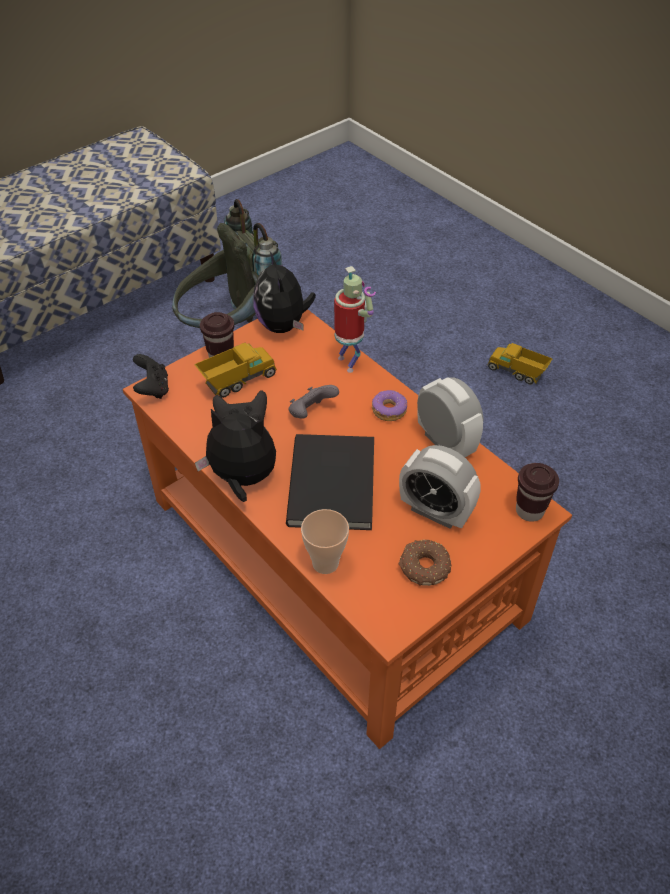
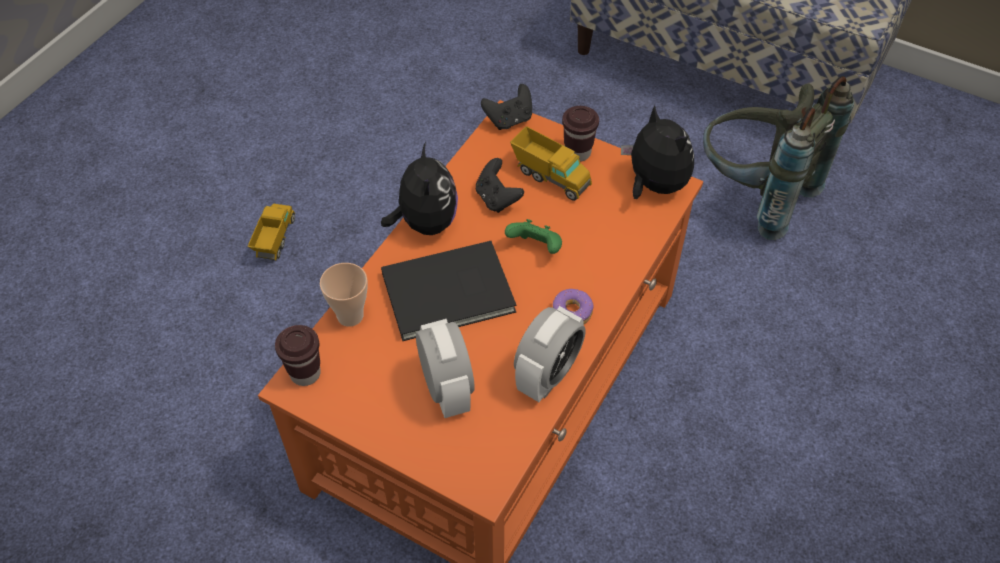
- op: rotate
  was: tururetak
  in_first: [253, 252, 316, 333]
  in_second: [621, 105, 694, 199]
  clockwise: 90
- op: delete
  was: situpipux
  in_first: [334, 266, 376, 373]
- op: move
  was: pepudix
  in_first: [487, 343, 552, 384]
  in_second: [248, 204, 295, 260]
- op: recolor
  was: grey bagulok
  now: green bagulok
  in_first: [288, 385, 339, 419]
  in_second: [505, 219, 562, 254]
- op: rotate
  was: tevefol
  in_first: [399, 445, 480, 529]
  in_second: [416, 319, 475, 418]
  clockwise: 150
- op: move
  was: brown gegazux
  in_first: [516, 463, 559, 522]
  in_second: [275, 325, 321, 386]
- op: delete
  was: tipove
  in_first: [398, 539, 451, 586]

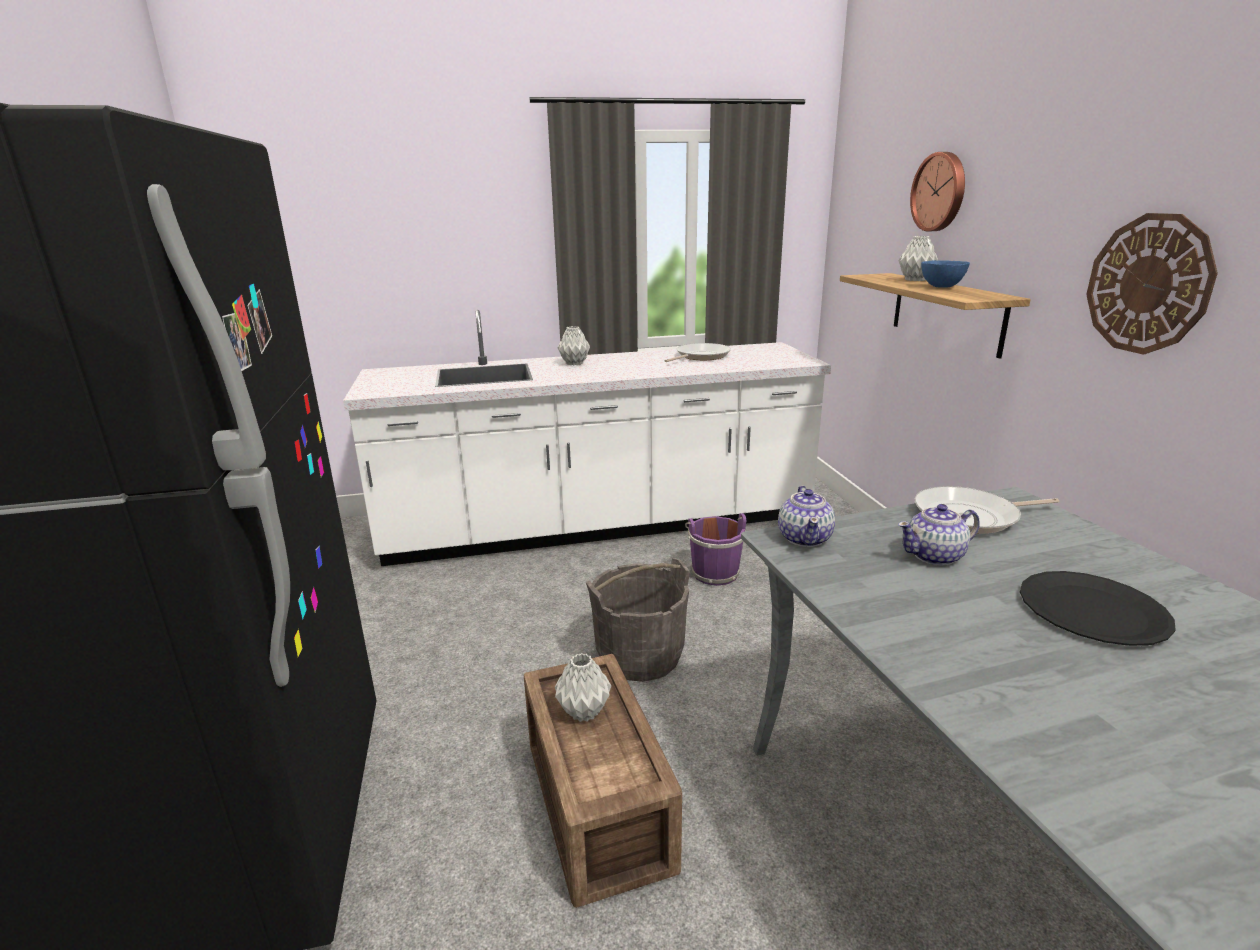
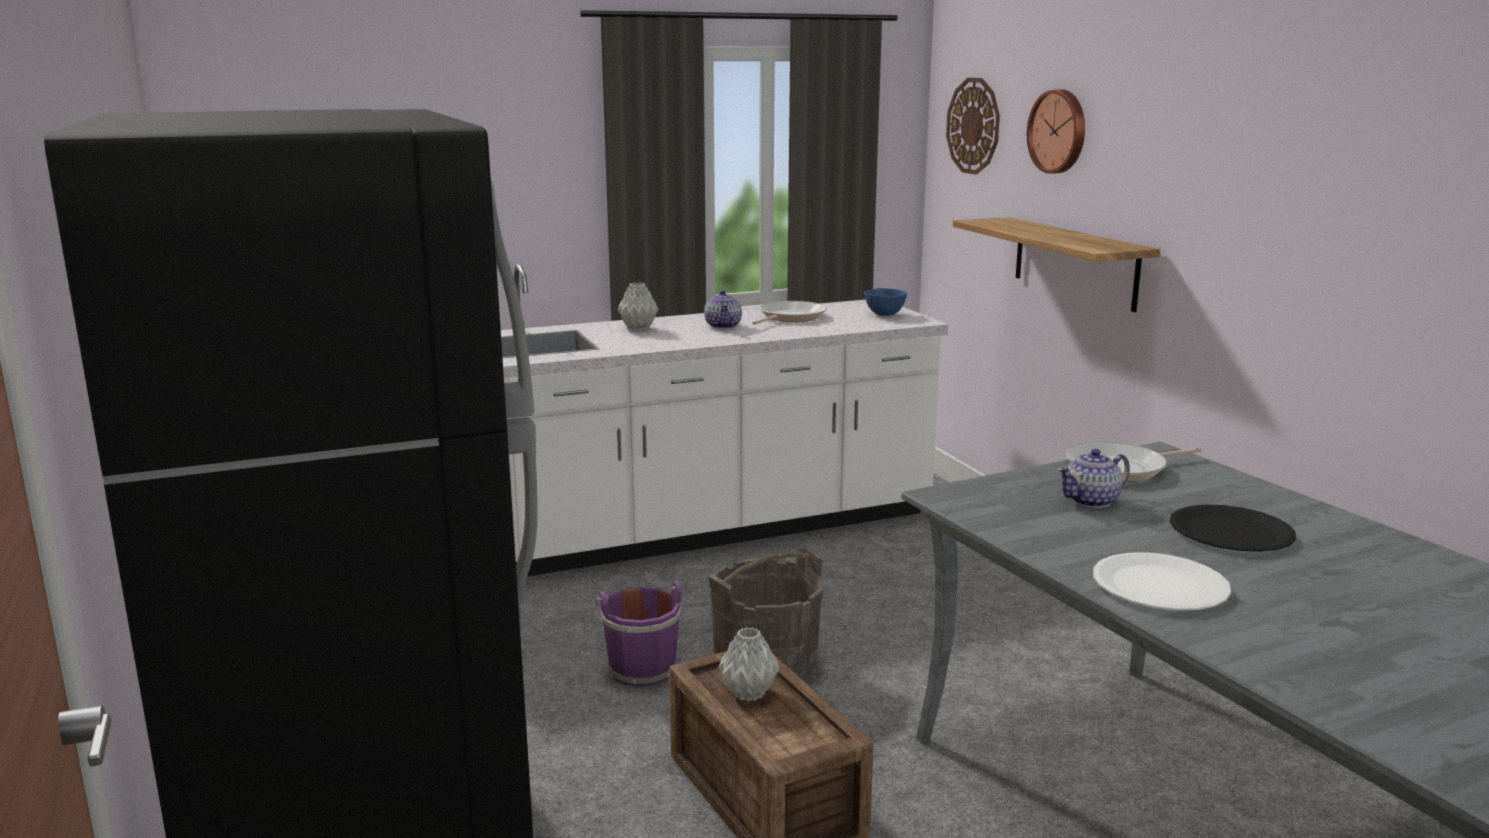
- op: move
  was: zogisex
  in_first: [1086, 213, 1218, 355]
  in_second: [946, 78, 1000, 175]
- op: delete
  was: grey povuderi
  in_first: [898, 236, 938, 281]
- op: move
  was: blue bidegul
  in_first: [921, 260, 970, 288]
  in_second: [864, 288, 907, 316]
- op: move
  was: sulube
  in_first: [778, 486, 835, 547]
  in_second: [704, 290, 742, 329]
- op: move
  was: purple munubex
  in_first: [685, 513, 746, 586]
  in_second: [595, 580, 682, 687]
- op: insert
  now: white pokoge
  in_second: [1093, 552, 1231, 610]

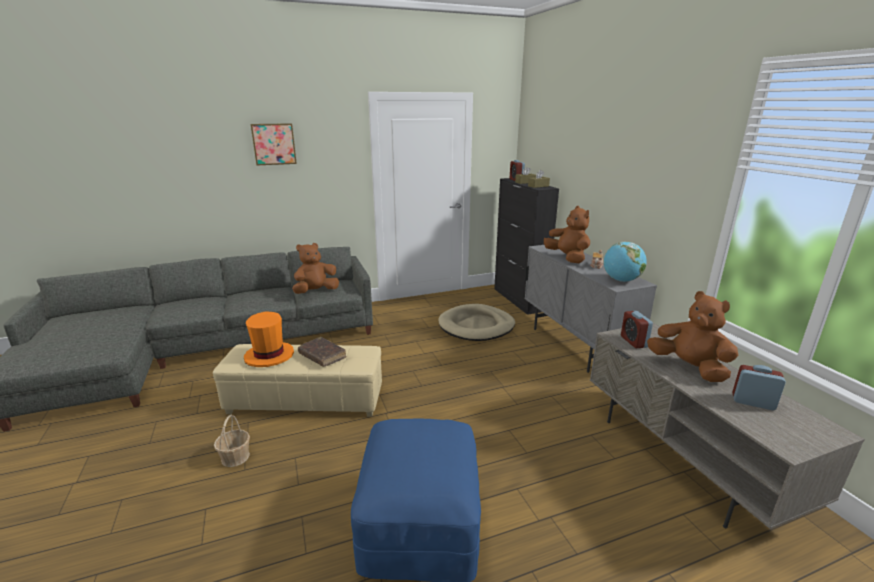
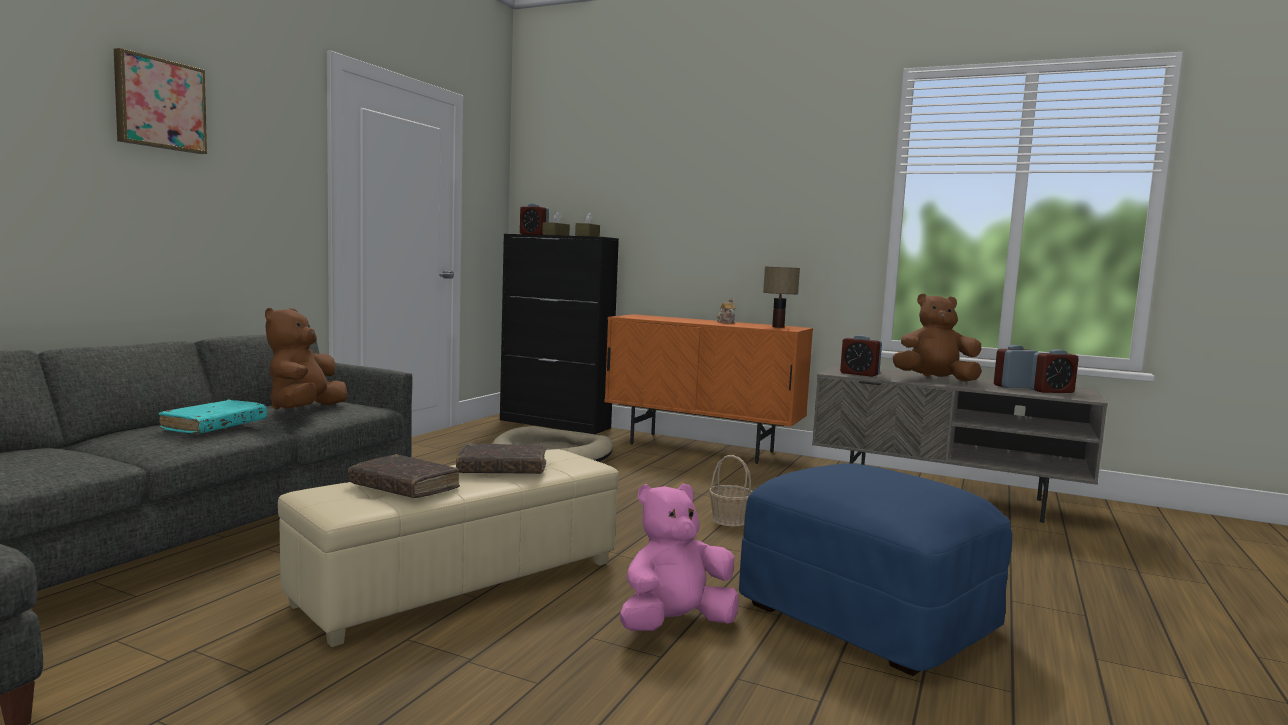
- op: delete
  was: brown tururetak
  in_first: [544, 206, 590, 263]
- op: replace
  was: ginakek
  now: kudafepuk
  in_first: [603, 242, 647, 282]
  in_second: [763, 266, 800, 328]
- op: recolor
  was: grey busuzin
  now: orange busuzin
  in_first: [525, 245, 657, 373]
  in_second: [604, 314, 813, 464]
- op: replace
  was: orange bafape
  now: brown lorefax
  in_first: [244, 312, 294, 367]
  in_second: [348, 454, 460, 498]
- op: move
  was: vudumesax
  in_first: [214, 415, 250, 467]
  in_second: [709, 455, 753, 526]
- op: insert
  now: tevefol
  in_second: [1030, 349, 1079, 393]
- op: insert
  now: turquoise lorefax
  in_second: [159, 400, 267, 434]
- op: insert
  now: pink tururetak
  in_second: [620, 483, 739, 631]

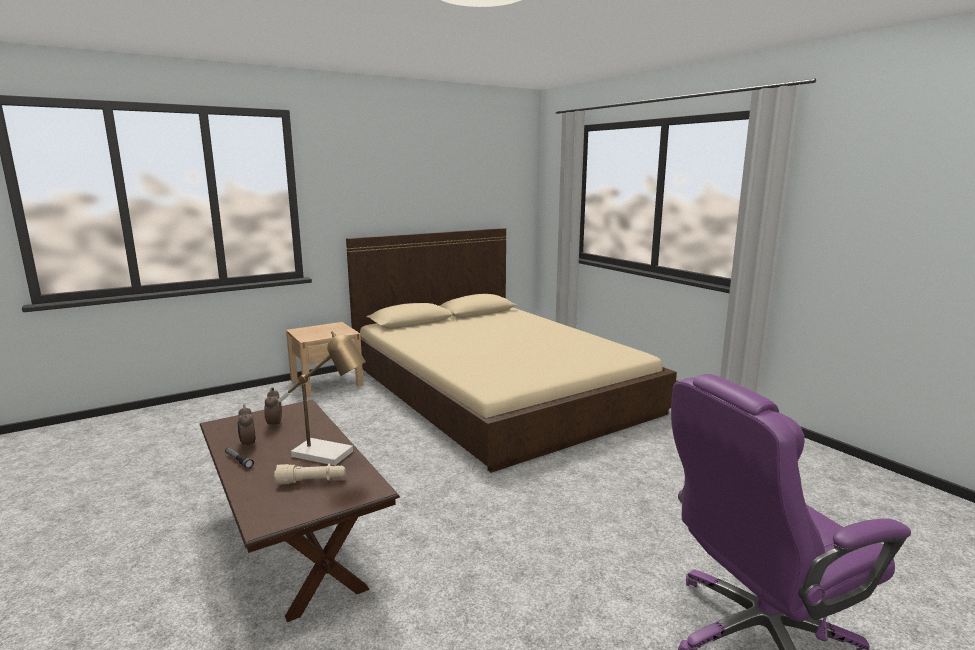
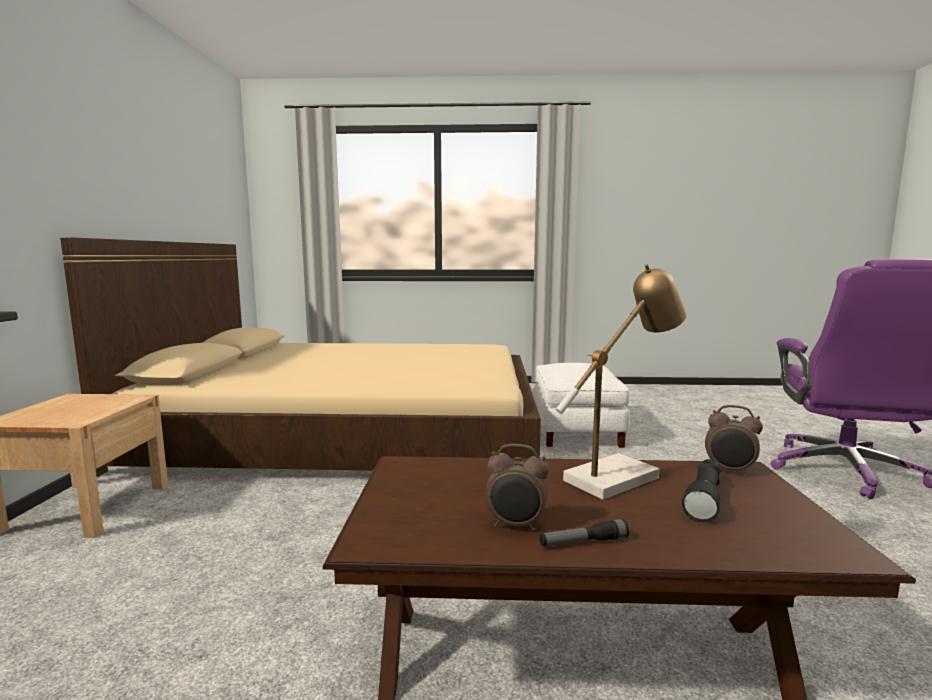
- op: move
  was: tevefol
  in_first: [264, 387, 282, 429]
  in_second: [705, 405, 763, 476]
- op: recolor
  was: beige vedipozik
  now: black vedipozik
  in_first: [274, 464, 345, 485]
  in_second: [682, 459, 721, 522]
- op: insert
  now: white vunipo
  in_second: [534, 363, 630, 448]

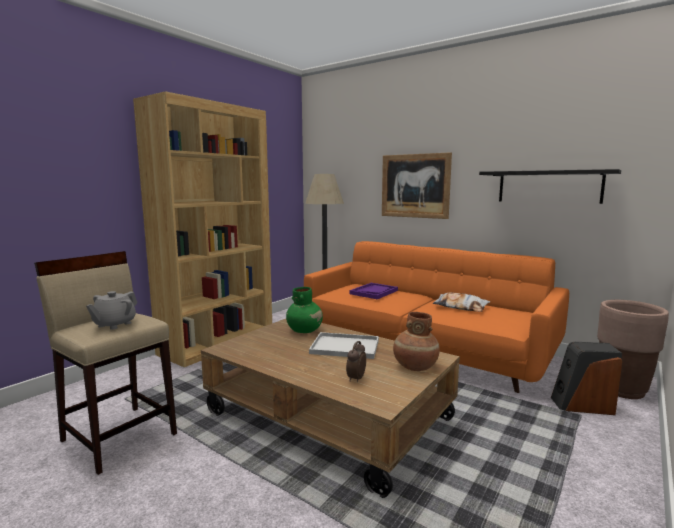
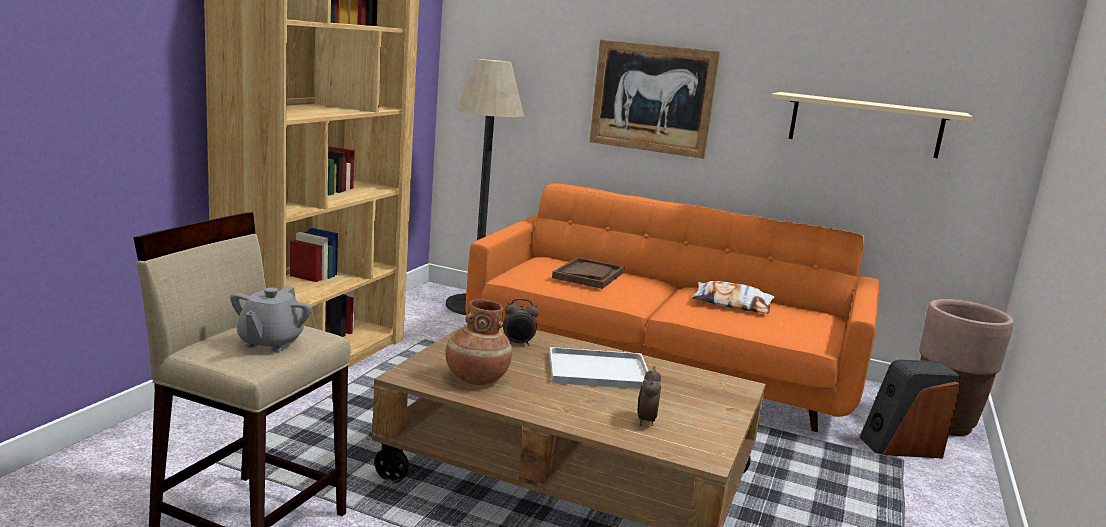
- op: recolor
  was: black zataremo
  now: beige zataremo
  in_first: [479, 169, 621, 204]
  in_second: [771, 92, 973, 158]
- op: recolor
  was: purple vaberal
  now: brown vaberal
  in_first: [350, 283, 398, 299]
  in_second: [552, 257, 624, 289]
- op: replace
  was: green povuderi
  now: tevefol
  in_first: [286, 287, 323, 333]
  in_second: [503, 298, 539, 346]
- op: move
  was: brown povuderi
  in_first: [393, 312, 440, 371]
  in_second: [445, 299, 512, 385]

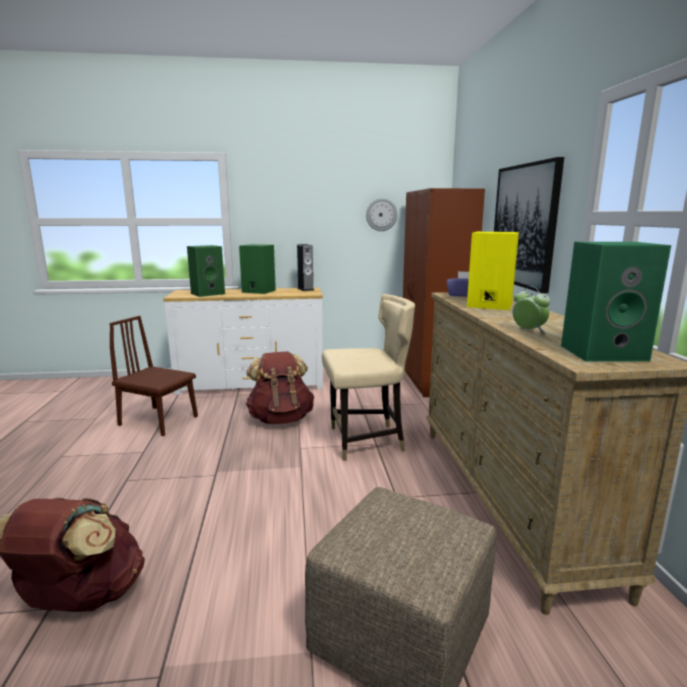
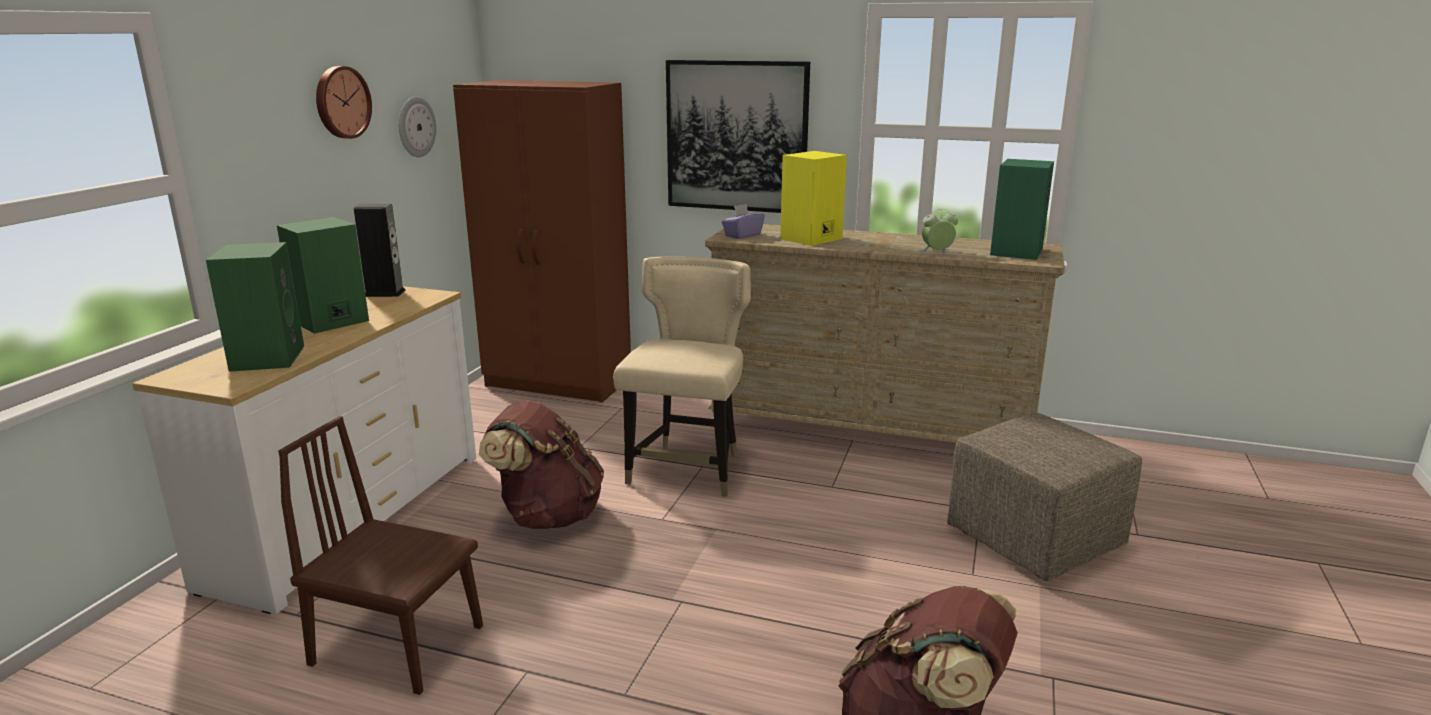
- op: rotate
  was: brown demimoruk
  in_first: [110, 316, 198, 436]
  in_second: [278, 416, 483, 695]
  clockwise: 60
- op: insert
  now: zogisex
  in_second: [316, 66, 372, 139]

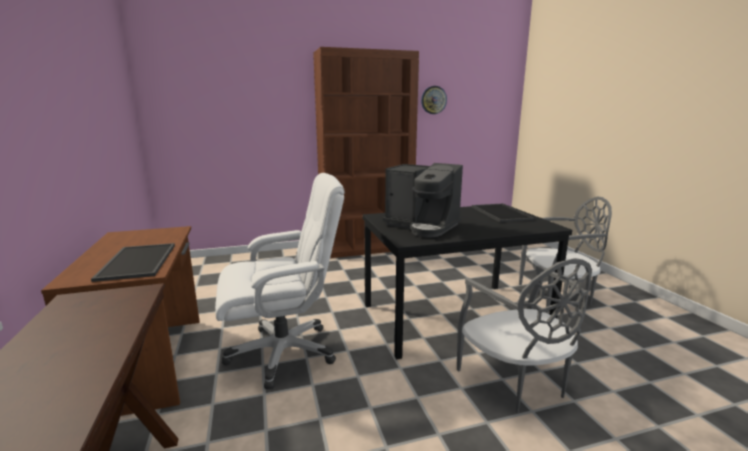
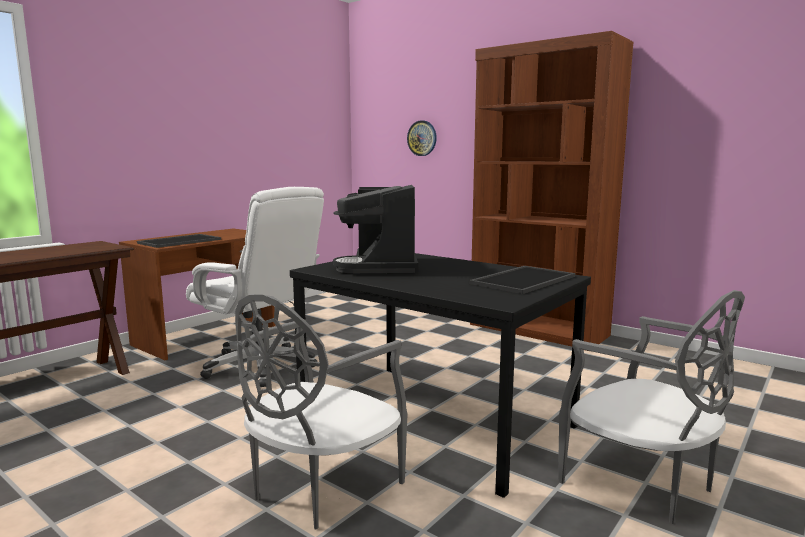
- op: move
  was: zogisex
  in_first: [421, 86, 447, 114]
  in_second: [407, 120, 437, 156]

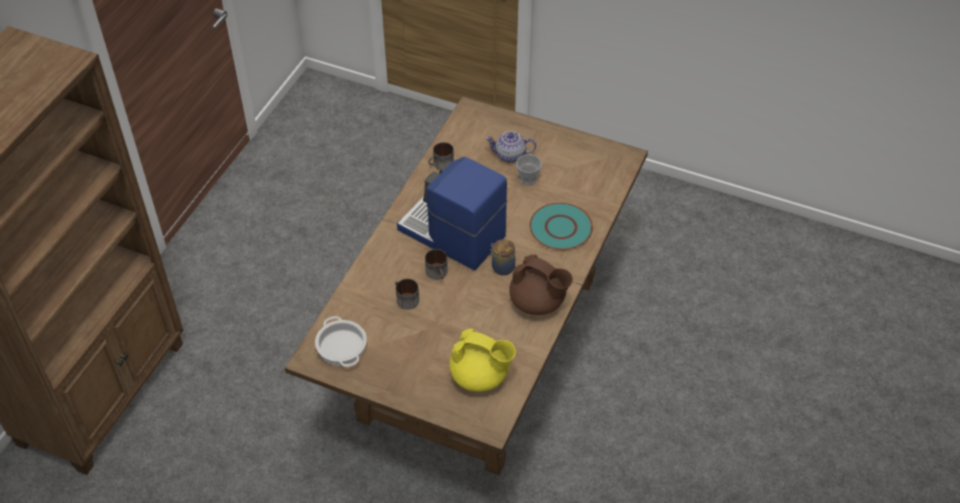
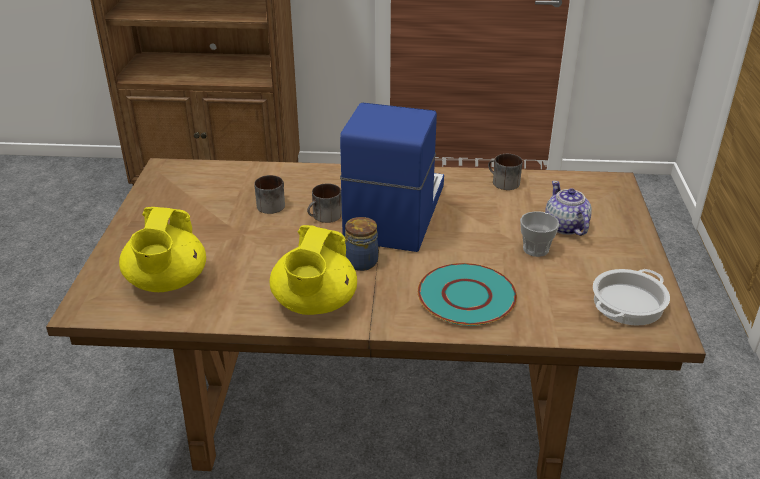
- op: recolor
  was: brown sulube
  now: yellow sulube
  in_first: [509, 255, 573, 315]
  in_second: [269, 225, 357, 315]
- op: move
  was: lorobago
  in_first: [315, 316, 367, 367]
  in_second: [593, 269, 670, 326]

